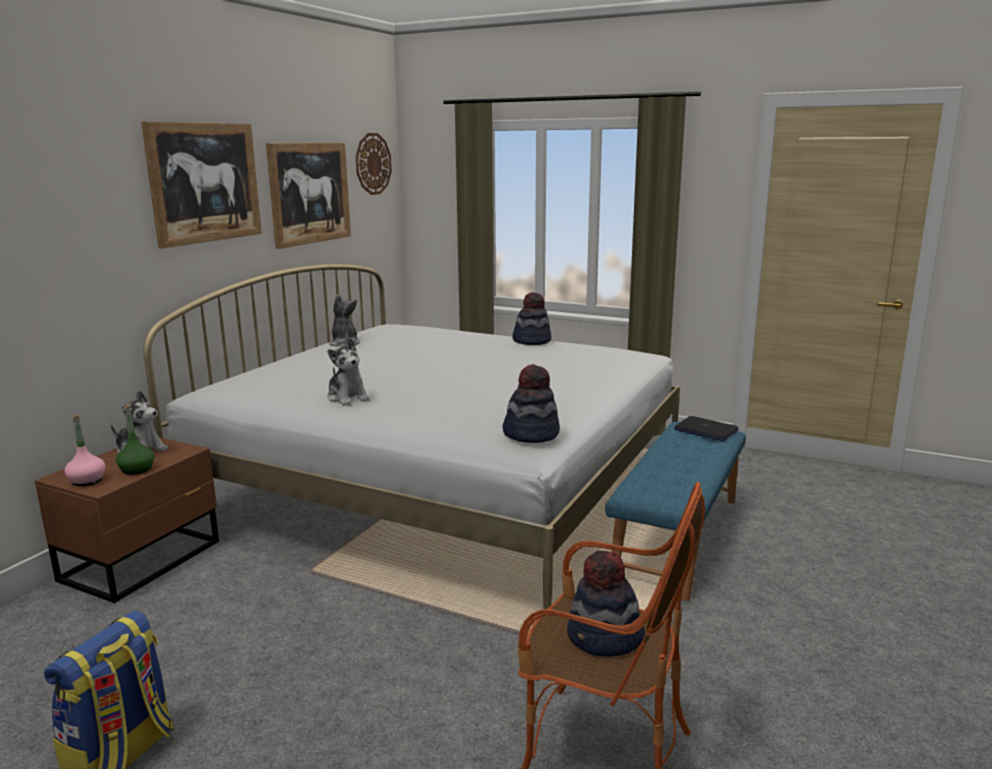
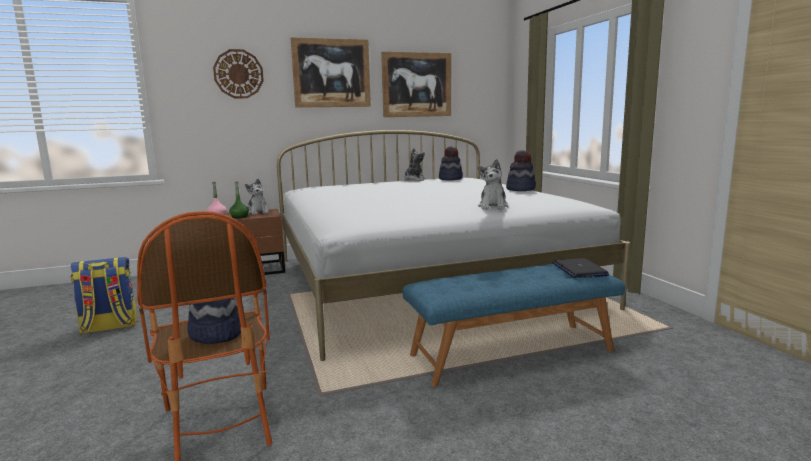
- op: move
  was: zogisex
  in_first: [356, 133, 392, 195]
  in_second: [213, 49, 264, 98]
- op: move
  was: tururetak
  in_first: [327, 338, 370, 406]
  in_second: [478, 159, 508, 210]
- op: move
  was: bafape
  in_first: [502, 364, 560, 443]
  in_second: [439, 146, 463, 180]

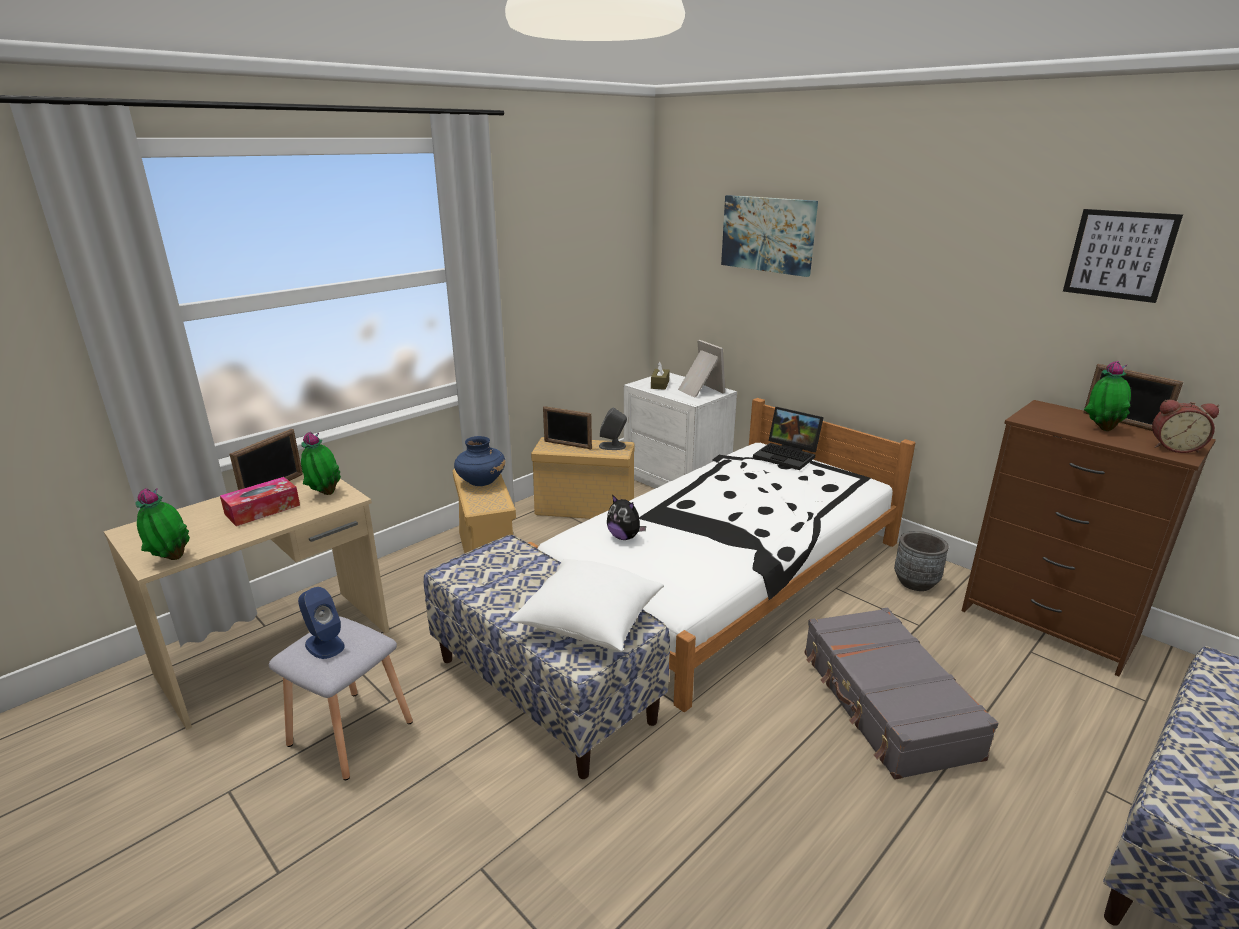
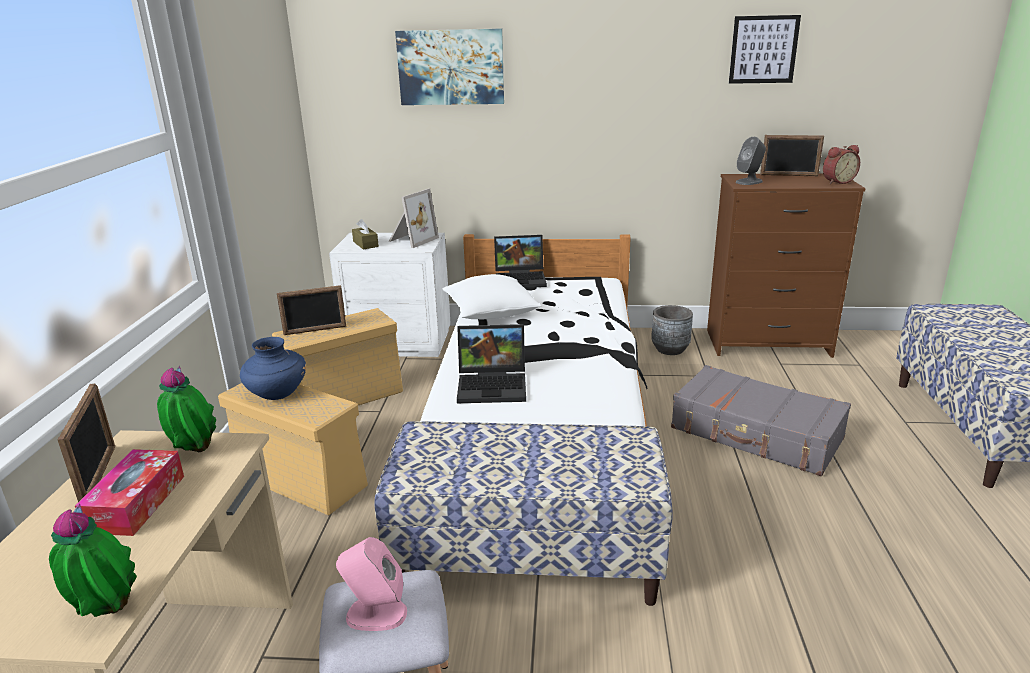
- op: rotate
  was: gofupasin
  in_first: [678, 340, 725, 398]
  in_second: [389, 189, 439, 248]
  clockwise: 105
- op: delete
  was: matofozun
  in_first: [1084, 361, 1131, 431]
- op: move
  was: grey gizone
  in_first: [599, 407, 627, 450]
  in_second: [735, 137, 766, 185]
- op: replace
  was: tururetak
  now: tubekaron
  in_first: [607, 494, 646, 540]
  in_second: [457, 324, 526, 403]
- op: move
  was: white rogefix
  in_first: [510, 559, 664, 652]
  in_second: [443, 274, 541, 319]
- op: recolor
  was: blue gizone
  now: pink gizone
  in_first: [298, 587, 345, 659]
  in_second: [336, 537, 407, 631]

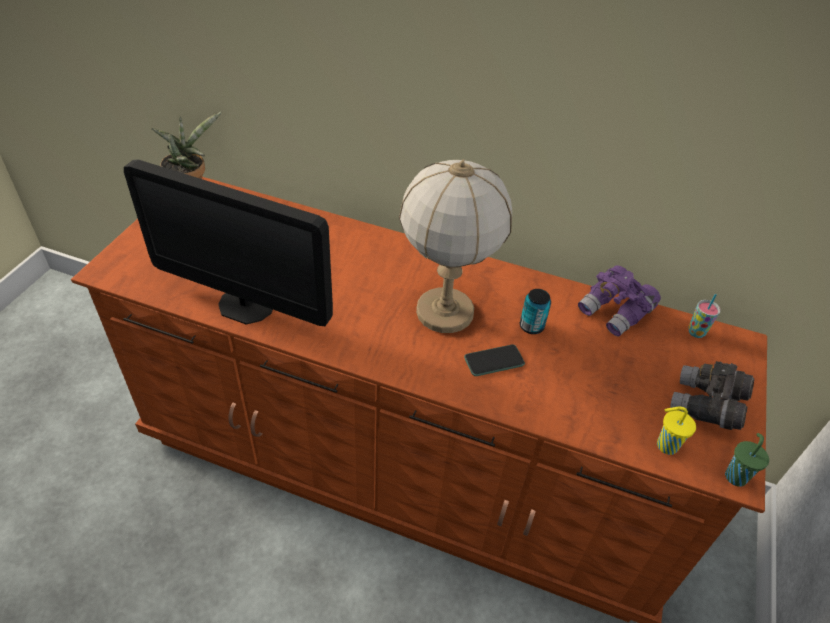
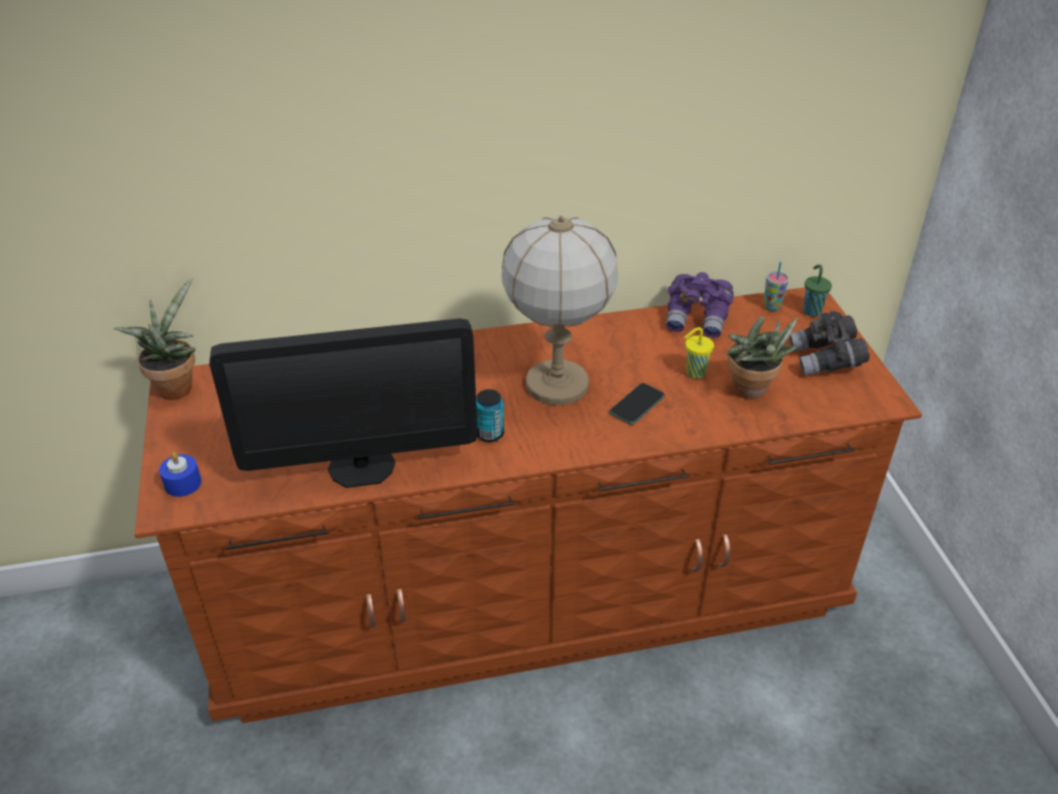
- op: move
  was: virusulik
  in_first: [520, 289, 551, 334]
  in_second: [476, 389, 504, 442]
- op: move
  was: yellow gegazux
  in_first: [657, 407, 696, 455]
  in_second: [684, 327, 714, 379]
- op: move
  was: green gegazux
  in_first: [725, 433, 769, 487]
  in_second: [803, 264, 832, 317]
- op: insert
  now: matofozun
  in_second: [726, 316, 798, 399]
- op: insert
  now: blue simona
  in_second: [159, 452, 201, 497]

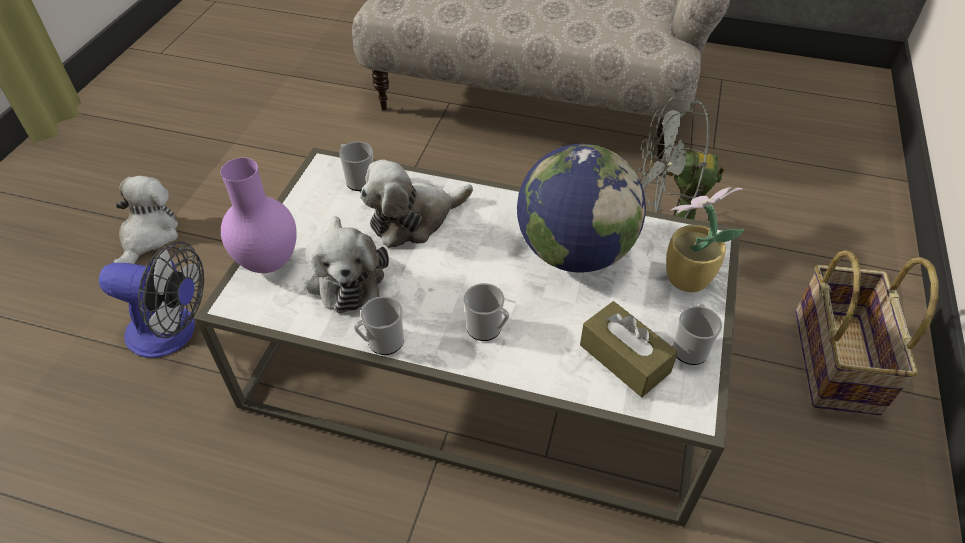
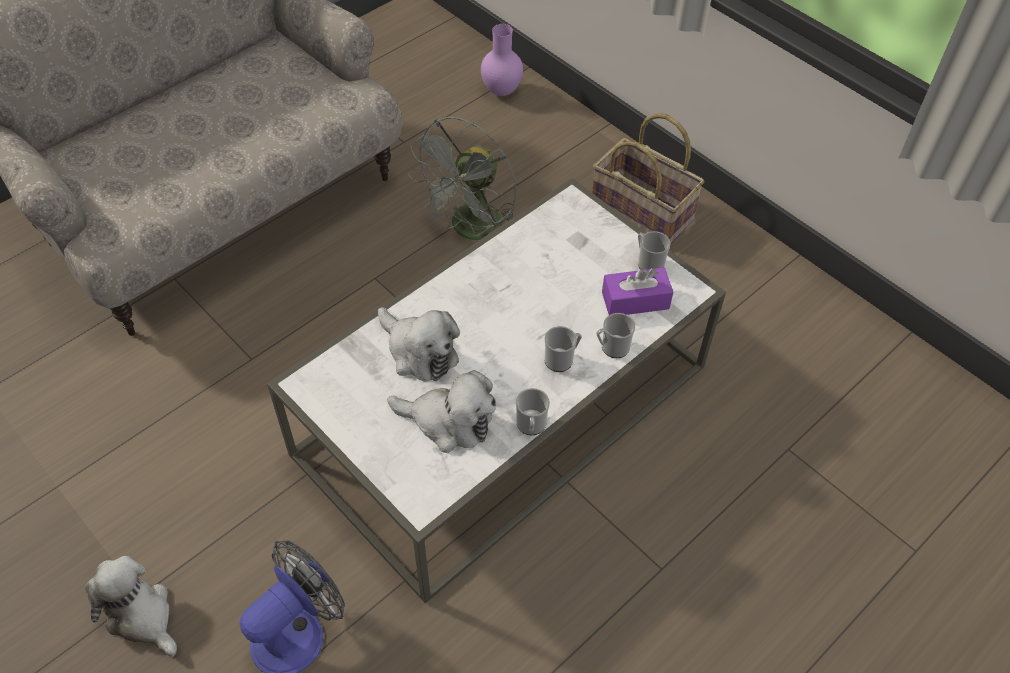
- op: move
  was: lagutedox
  in_first: [339, 141, 373, 191]
  in_second: [596, 313, 635, 358]
- op: delete
  was: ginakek
  in_first: [517, 144, 646, 273]
- op: move
  was: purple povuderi
  in_first: [220, 158, 297, 273]
  in_second: [481, 24, 523, 96]
- op: rotate
  was: tururetak
  in_first: [360, 160, 473, 248]
  in_second: [378, 307, 460, 381]
  clockwise: -45
- op: delete
  was: matofozun
  in_first: [666, 187, 744, 292]
- op: recolor
  was: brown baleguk
  now: purple baleguk
  in_first: [580, 301, 678, 397]
  in_second: [602, 267, 673, 315]

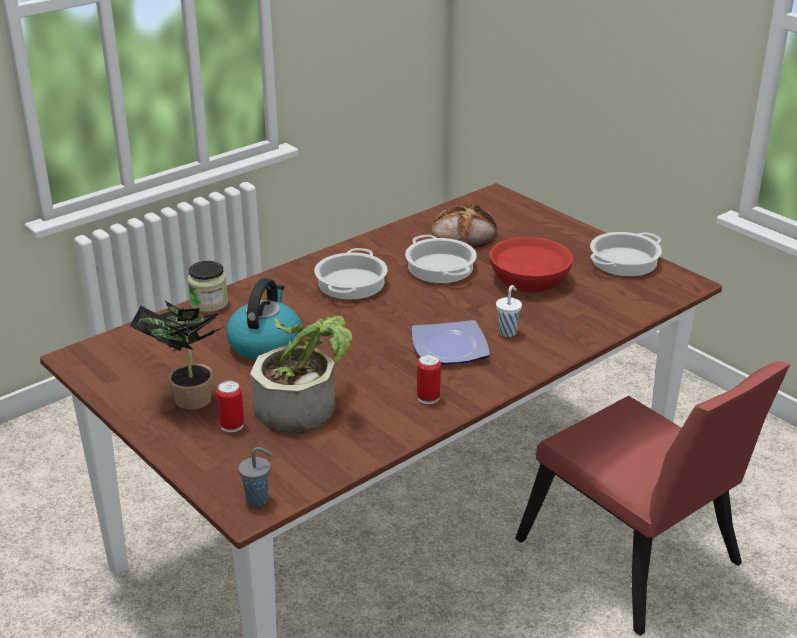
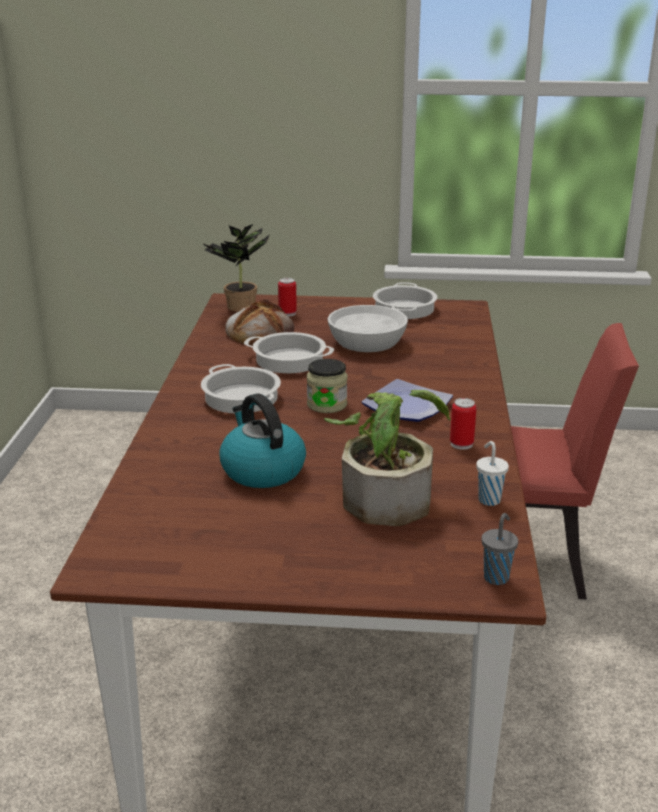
- op: recolor
  was: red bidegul
  now: white bidegul
  in_first: [490, 237, 573, 292]
  in_second: [327, 305, 408, 352]
- op: move
  was: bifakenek
  in_first: [188, 261, 228, 313]
  in_second: [307, 359, 347, 413]
- op: move
  was: white gegazux
  in_first: [496, 285, 522, 337]
  in_second: [476, 441, 509, 506]
- op: move
  was: matofozun
  in_first: [130, 301, 225, 410]
  in_second: [202, 224, 270, 312]
- op: move
  was: virusulik
  in_first: [217, 381, 244, 432]
  in_second: [278, 278, 297, 317]

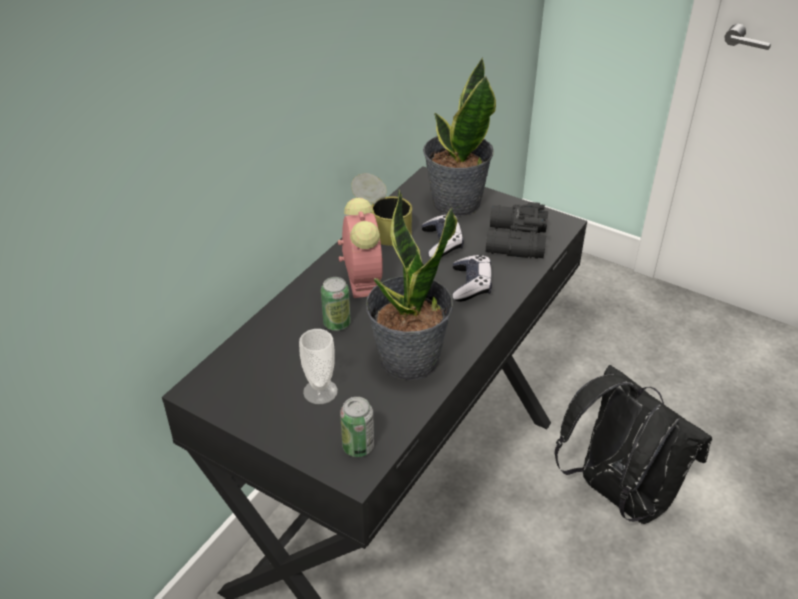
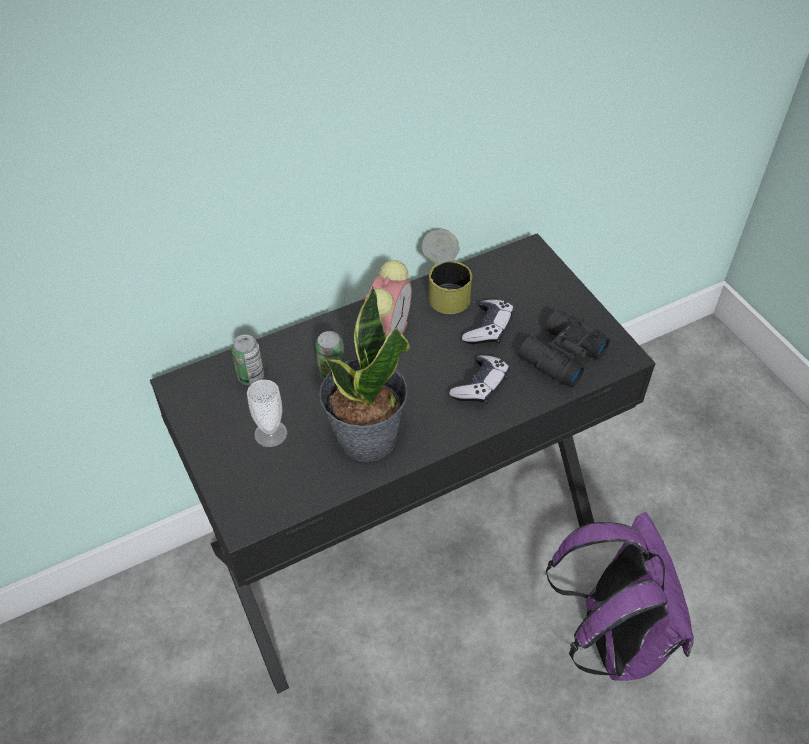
- op: delete
  was: matofozun
  in_first: [423, 57, 496, 217]
- op: recolor
  was: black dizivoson
  now: purple dizivoson
  in_first: [554, 365, 712, 524]
  in_second: [546, 512, 694, 681]
- op: move
  was: virusulik
  in_first: [340, 397, 374, 457]
  in_second: [231, 335, 264, 385]

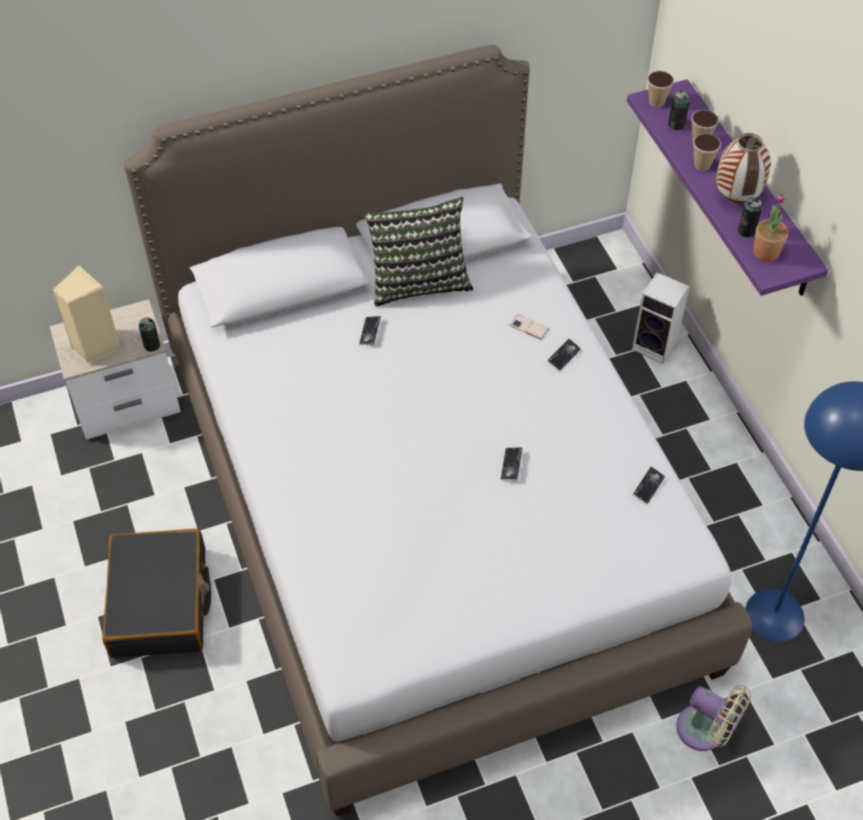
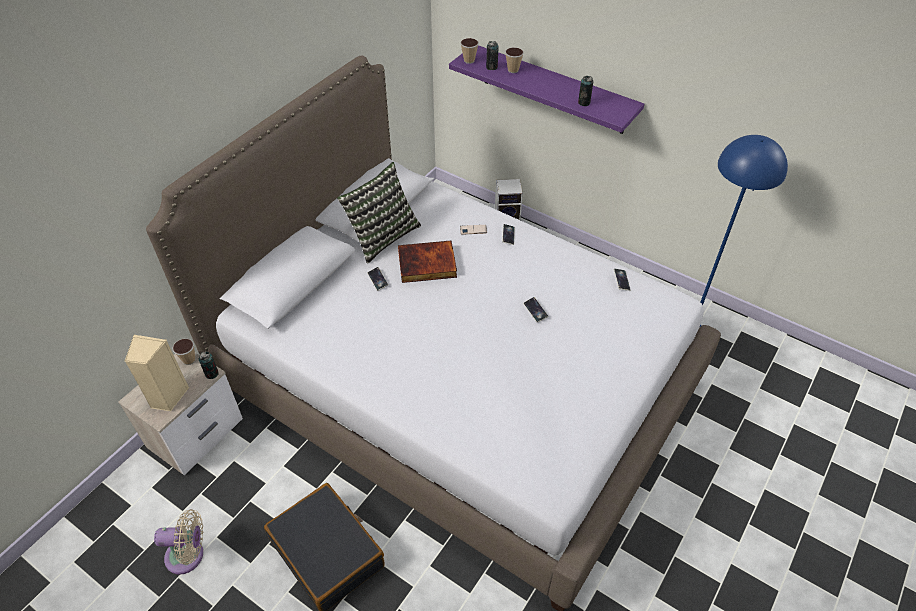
- op: delete
  was: povuderi
  in_first: [716, 133, 770, 203]
- op: move
  was: gegazux
  in_first: [693, 134, 721, 171]
  in_second: [172, 338, 196, 365]
- op: delete
  was: matofozun
  in_first: [753, 193, 788, 262]
- op: move
  was: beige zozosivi
  in_first: [676, 685, 752, 751]
  in_second: [154, 509, 203, 575]
- op: insert
  now: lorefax
  in_second: [398, 240, 457, 283]

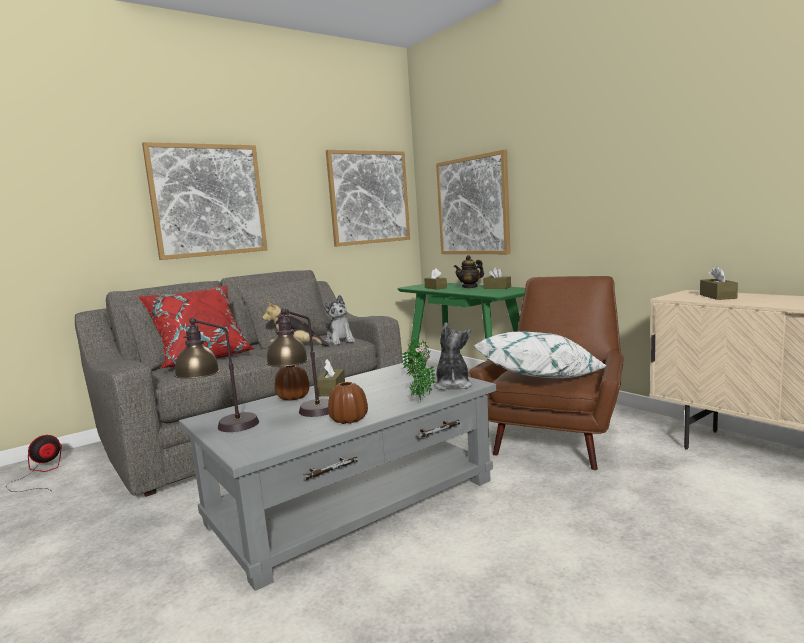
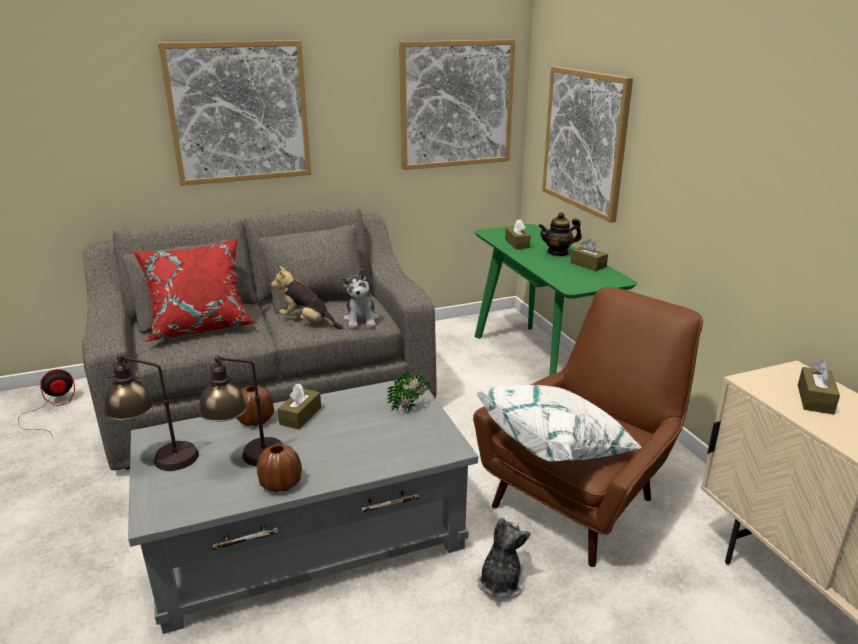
- op: move
  was: tururetak
  in_first: [433, 322, 473, 390]
  in_second: [478, 518, 531, 599]
- op: delete
  was: matofozun
  in_first: [408, 356, 436, 402]

